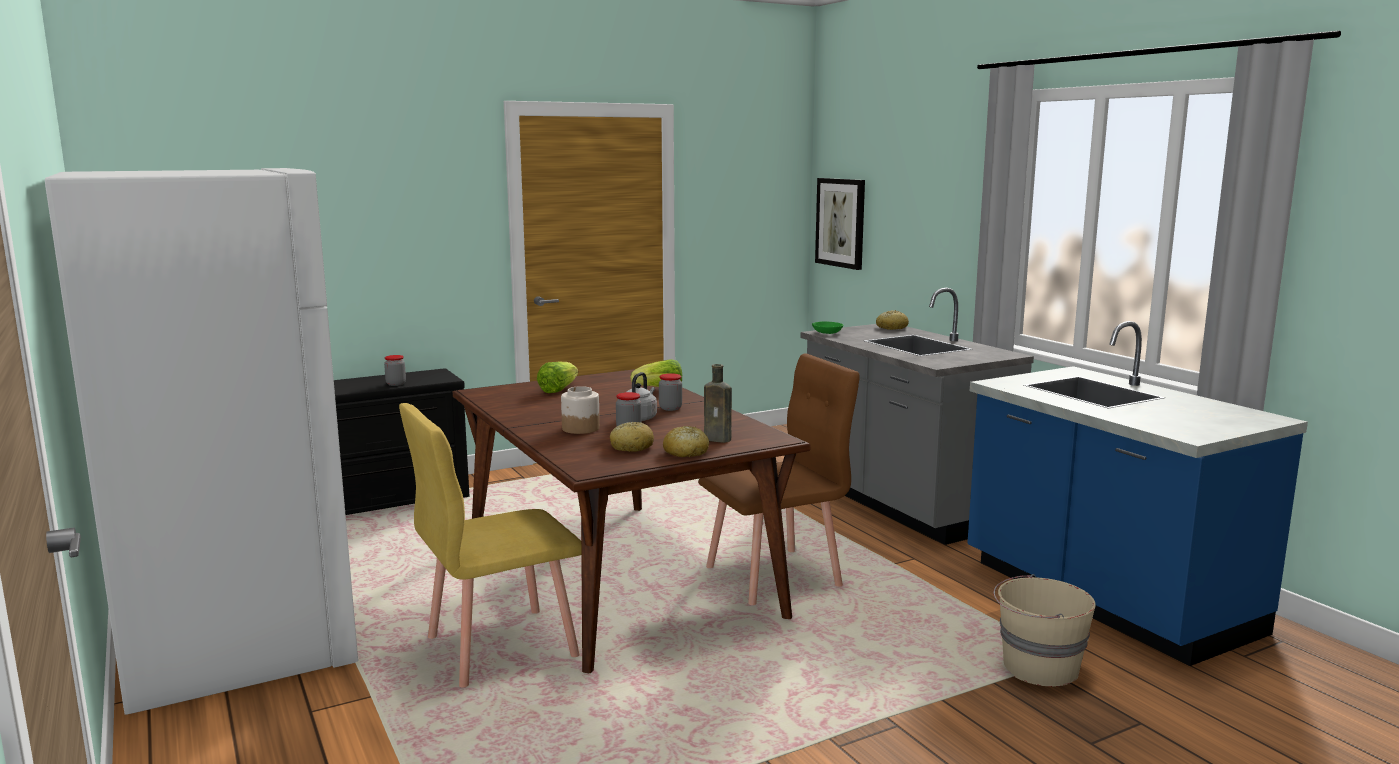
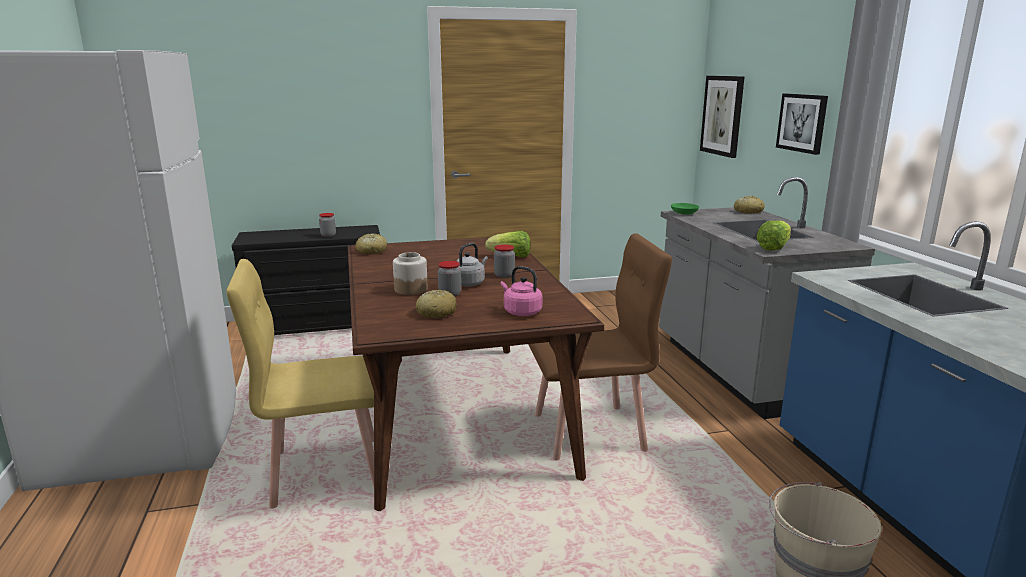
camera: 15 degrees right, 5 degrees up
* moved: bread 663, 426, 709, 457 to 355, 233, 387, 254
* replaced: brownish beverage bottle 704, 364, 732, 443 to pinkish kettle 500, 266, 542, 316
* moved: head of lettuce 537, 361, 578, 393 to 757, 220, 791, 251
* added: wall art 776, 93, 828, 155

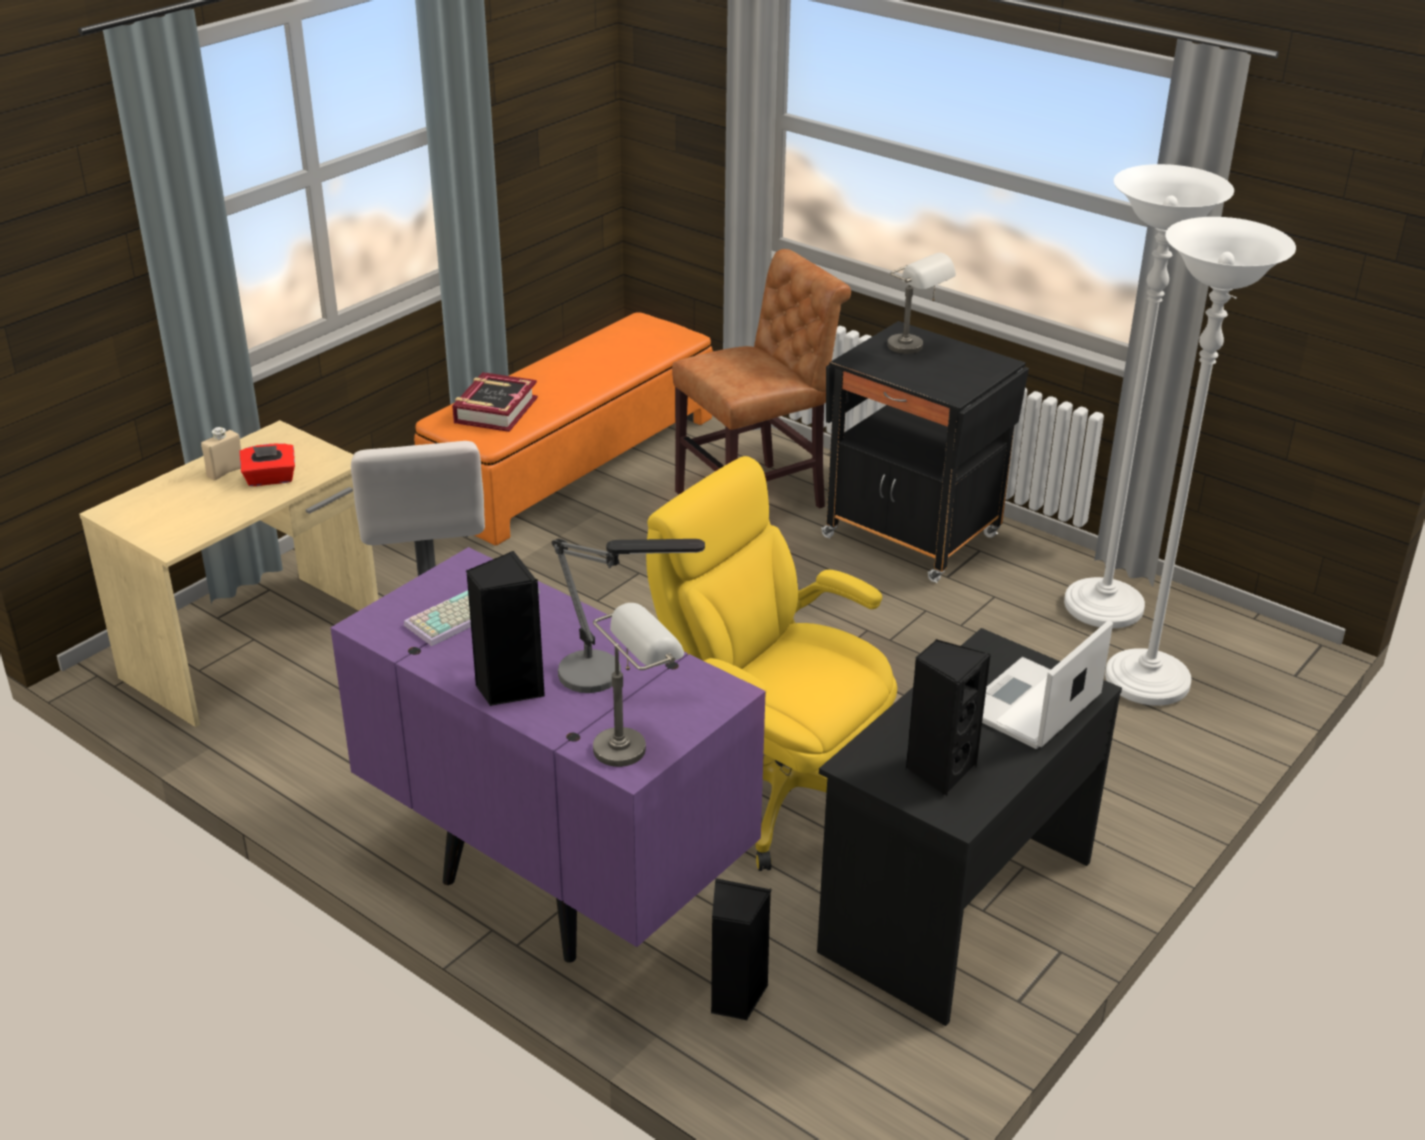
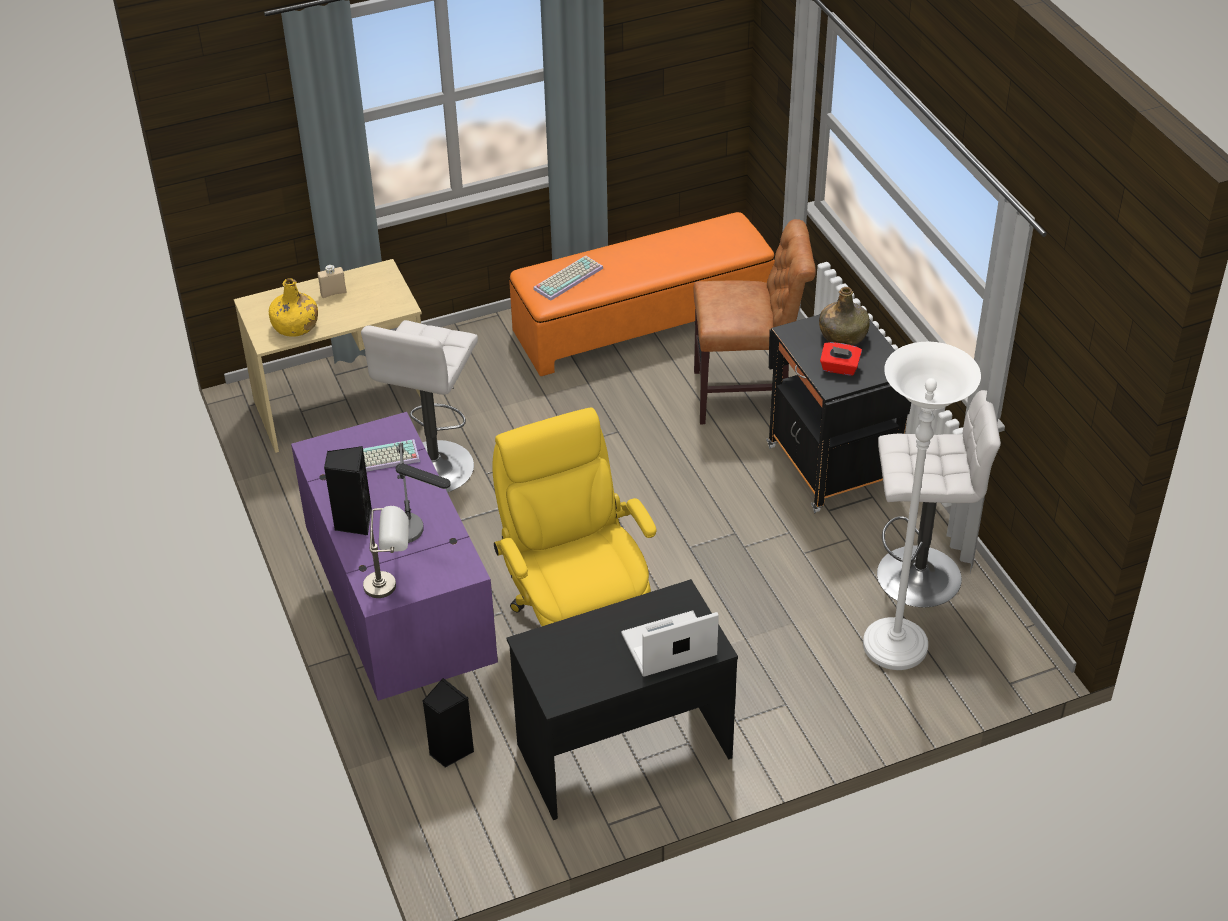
camera: 30 degrees right, 10 degrees up
* added: yellowish beverage bottle 269, 278, 318, 337
* replaced: bound book 452, 372, 538, 432 to keyboard 533, 256, 603, 301
* replaced: grey lamp for a table 887, 253, 956, 354 to green beverage bottle 819, 287, 870, 346
* moved: reddish box of tissues 240, 444, 295, 486 to 820, 342, 862, 376
* replaced: white-coloured floor lamp 1064, 164, 1234, 628 to white-coloured sitting stool 877, 390, 1001, 607
* removed: black loudspeaker 905, 639, 991, 797

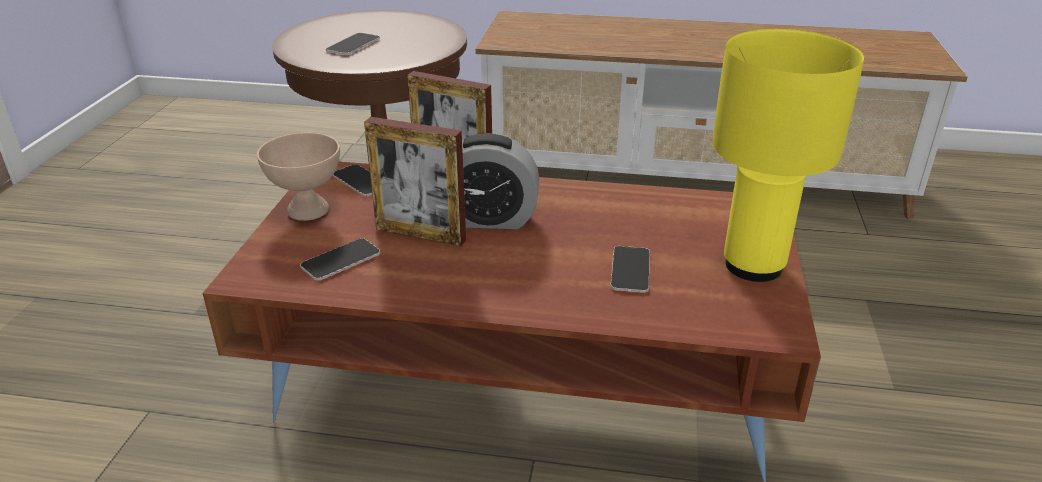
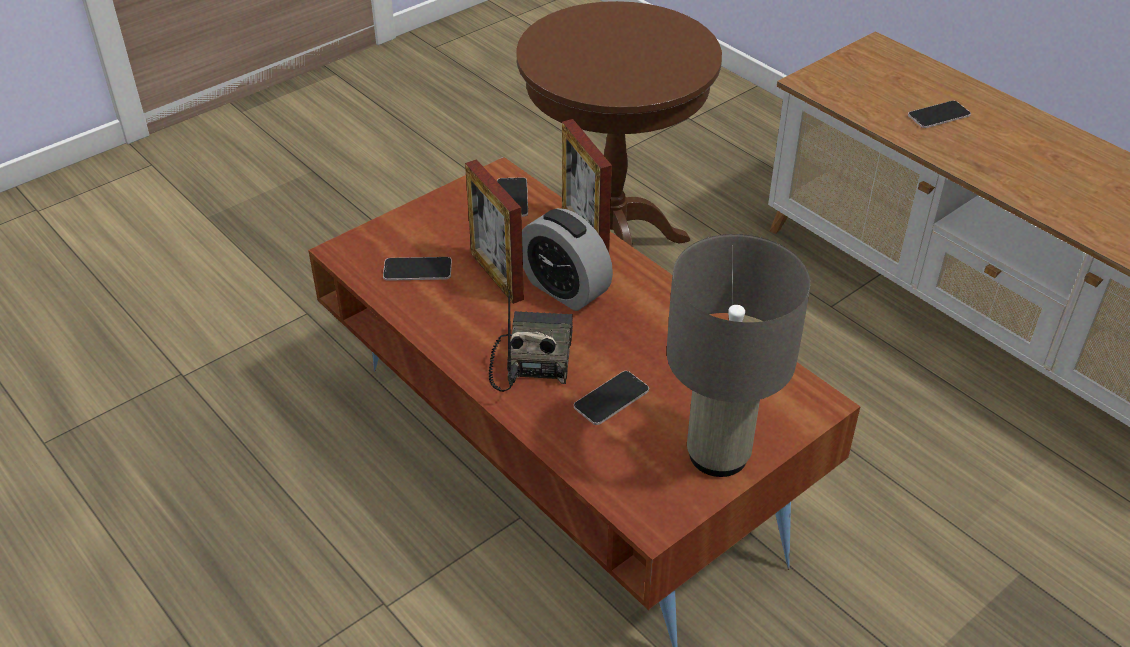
camera: 40 degrees right, 10 degrees up
* added: radio 489, 291, 573, 392
* recoloured: yellowish lamp for a table 713, 29, 864, 282 to grey lamp for a table 667, 234, 810, 477
* moved: phone 326, 33, 380, 55 to 908, 101, 971, 128
* removed: beige-coloured serving bowl 257, 133, 340, 221

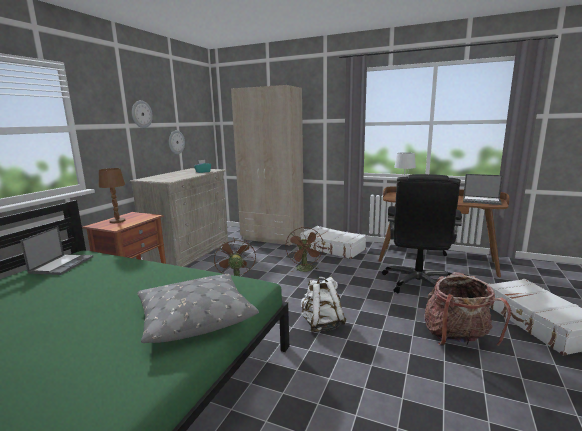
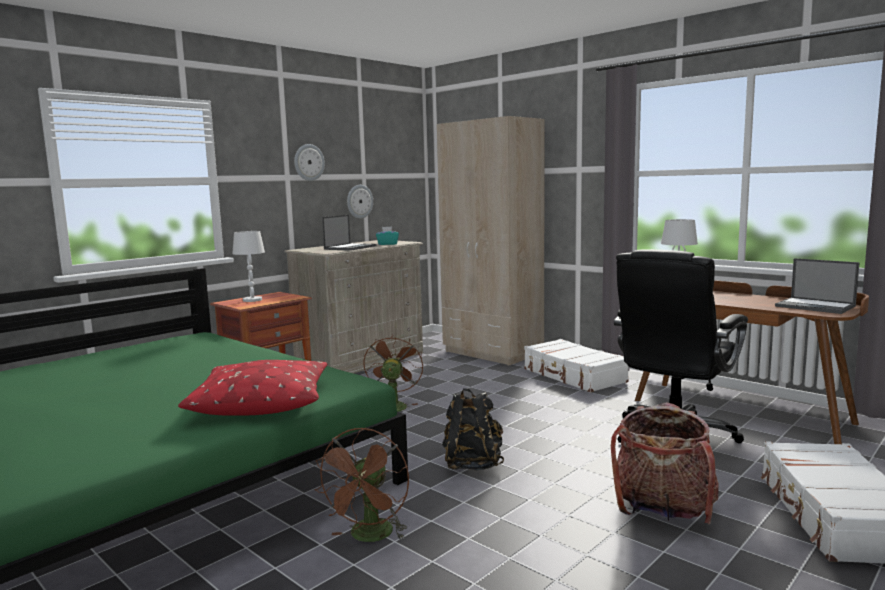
camera: 20 degrees right, 5 degrees down
* recoloured: grey pillow 137, 274, 259, 343 to reddish pillow 178, 360, 327, 416
* recoloured: brownish lamp for a table 99, 168, 125, 223 to white-coloured lamp for a table 233, 231, 265, 302
* moved: brownish fan 285, 227, 324, 272 to 314, 427, 409, 542
* moved: notebook computer 20, 226, 93, 275 to 322, 215, 377, 251
* recoloured: white-coloured backpack 301, 277, 347, 332 to black backpack 442, 388, 504, 470

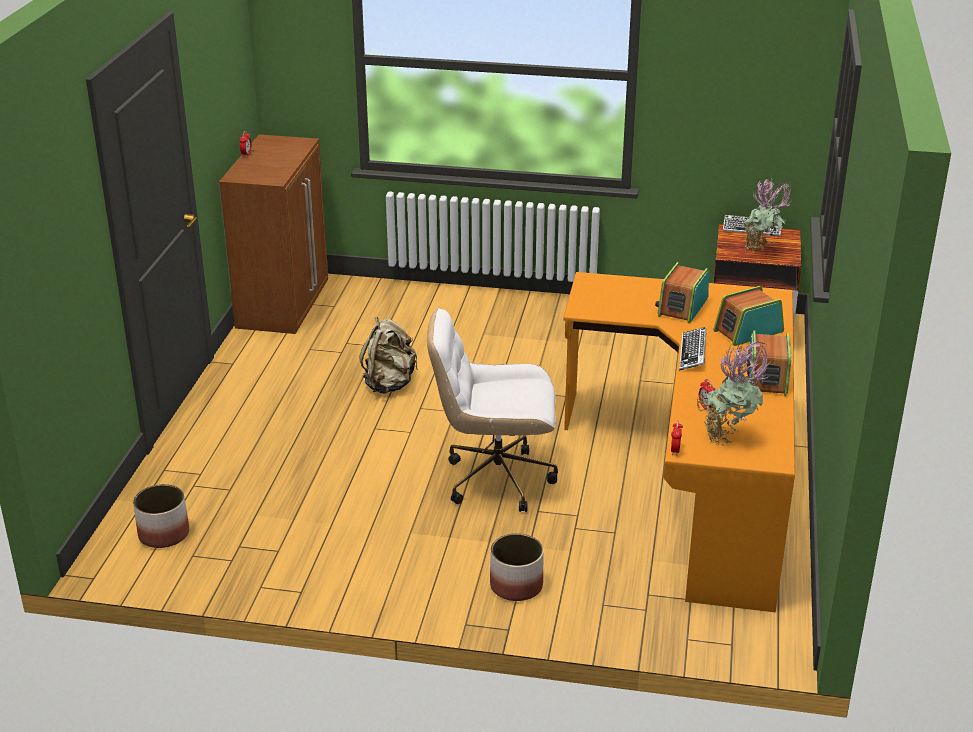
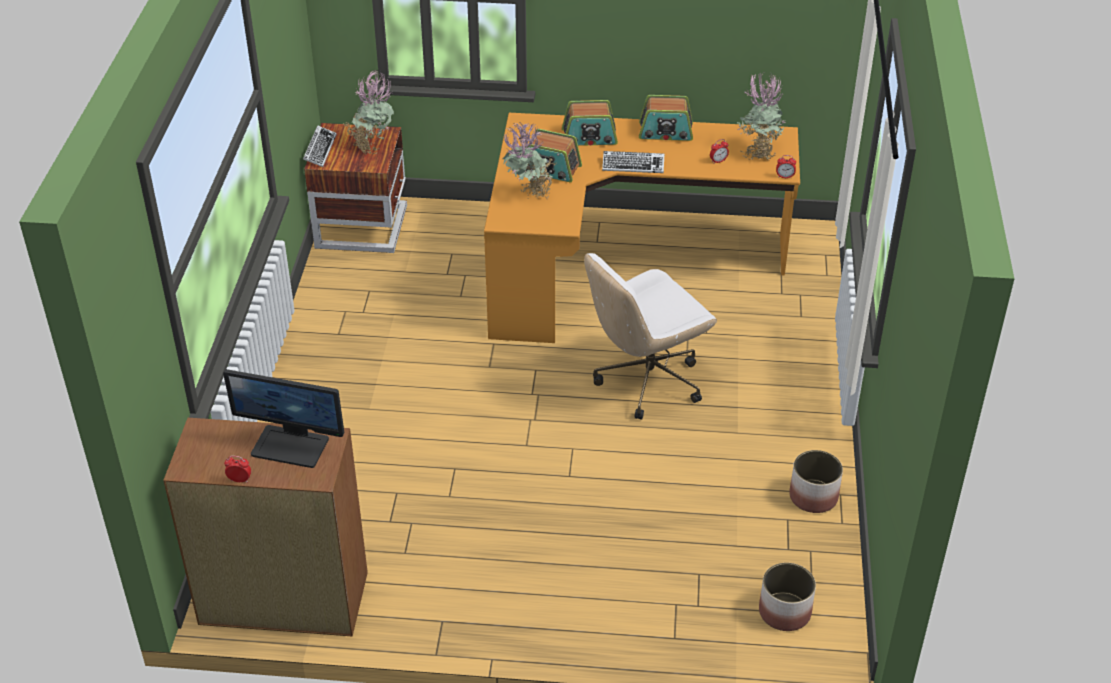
camera: 95 degrees left, 10 degrees up
* added: monitor 223, 369, 344, 468
* added: plant in a pot 503, 123, 557, 198
* turned: radio 714, 286, 784, 346 = 562, 100, 618, 146 60 degrees counterclockwise
* turned: white-coloured desk chair 427, 308, 558, 512 = 584, 253, 717, 420 60 degrees clockwise
* moved: planter 490, 533, 544, 601 to 789, 450, 843, 513
* removed: beige-coloured backpack 359, 317, 418, 394

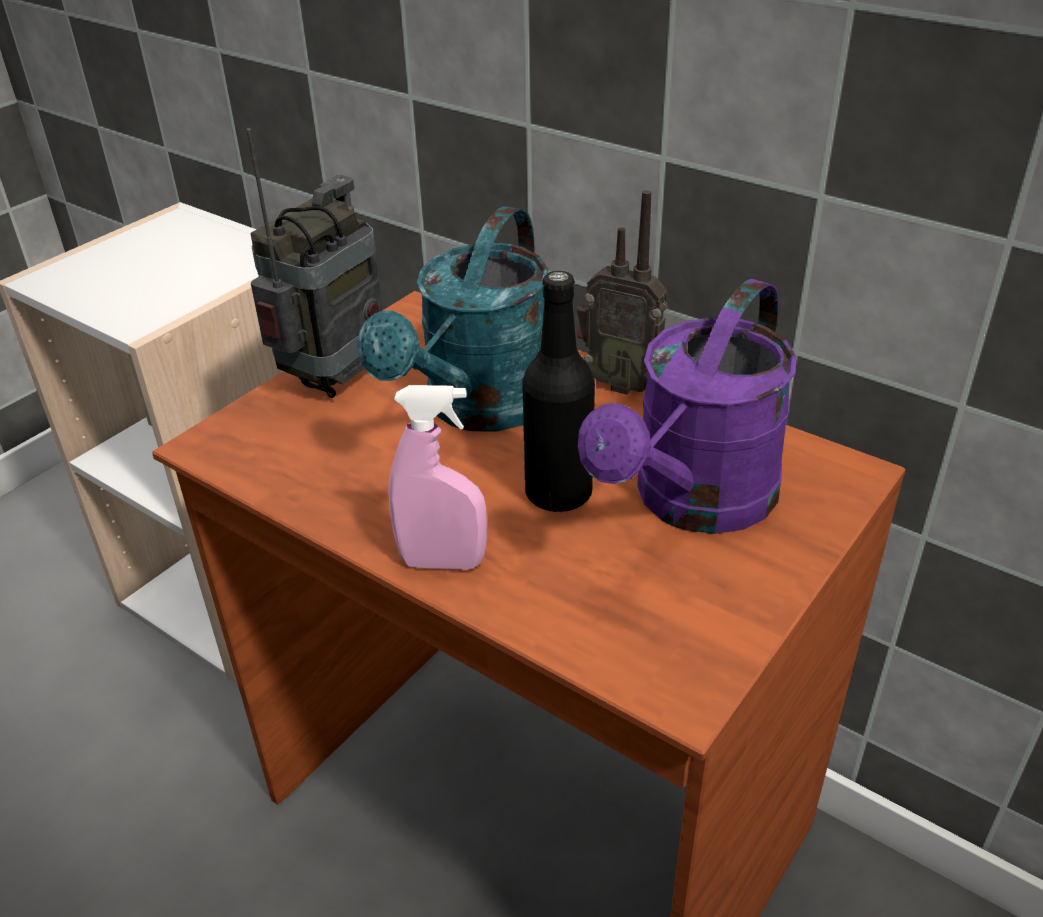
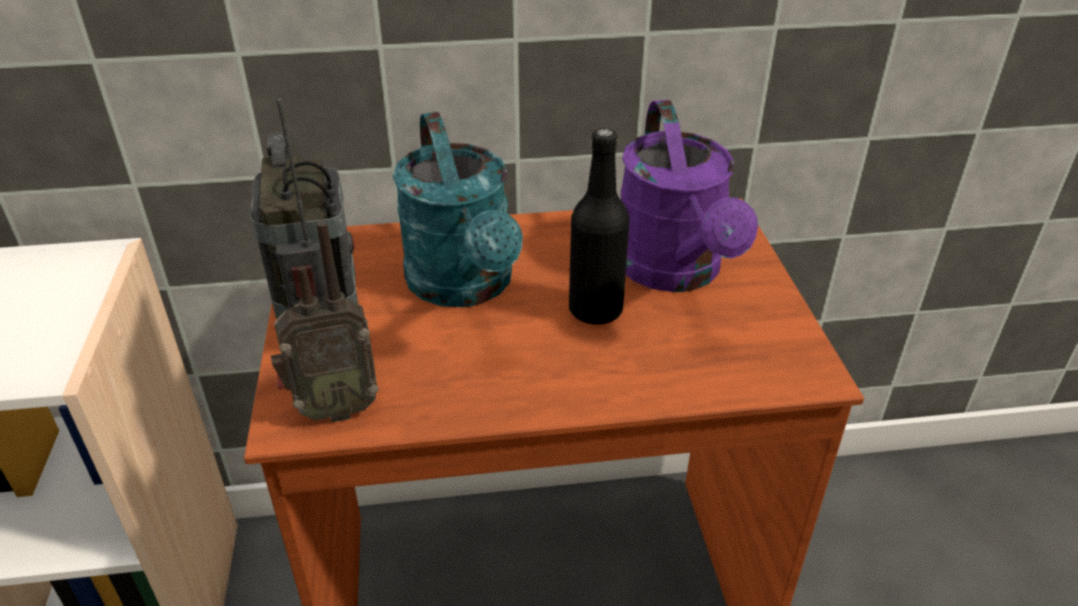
camera: 45 degrees left, 0 degrees up
* moved: radio 577, 190, 668, 395 to 271, 221, 379, 422
* removed: pinkish sprayer 388, 385, 487, 570

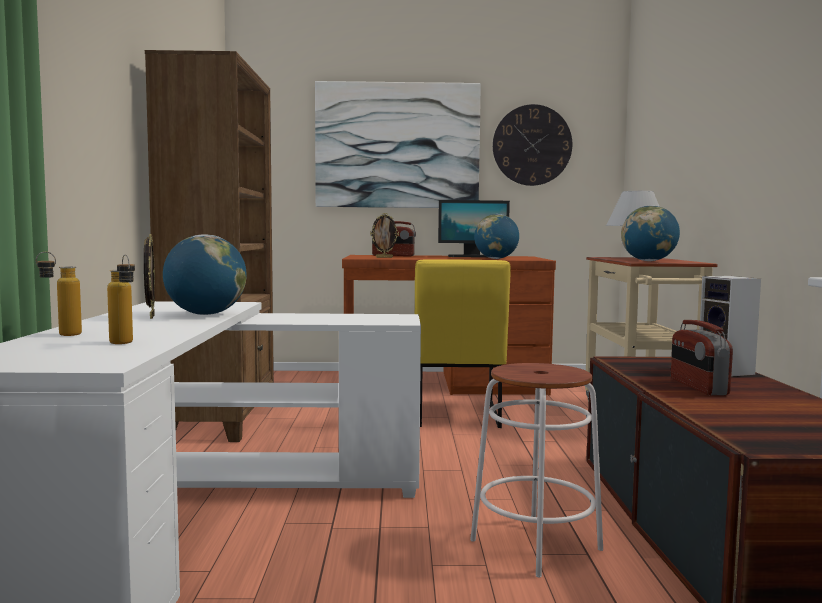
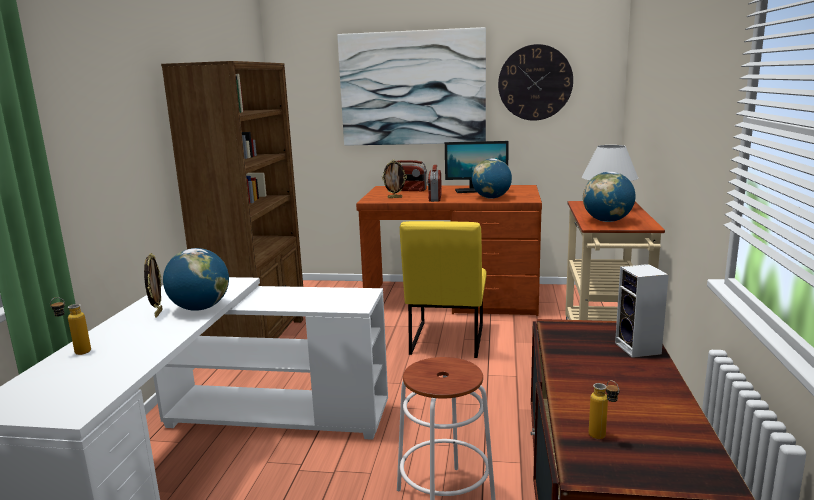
camera: 10 degrees right, 10 degrees up
* moved: radio 671, 320, 733, 395 to 427, 165, 442, 202
* moved: beverage bottle 107, 254, 135, 344 to 589, 380, 620, 439

